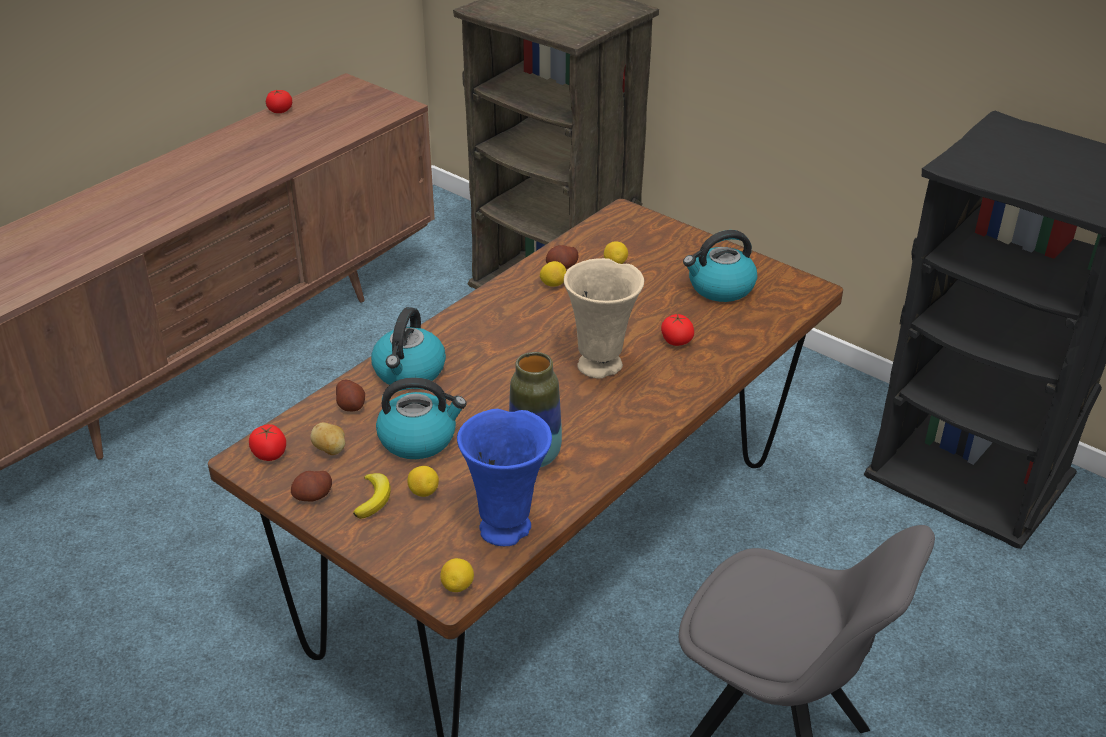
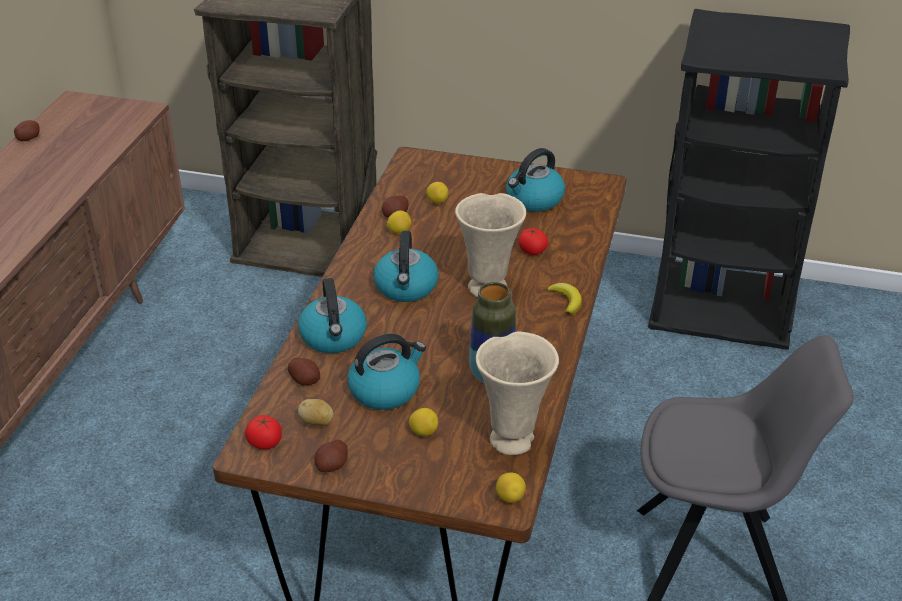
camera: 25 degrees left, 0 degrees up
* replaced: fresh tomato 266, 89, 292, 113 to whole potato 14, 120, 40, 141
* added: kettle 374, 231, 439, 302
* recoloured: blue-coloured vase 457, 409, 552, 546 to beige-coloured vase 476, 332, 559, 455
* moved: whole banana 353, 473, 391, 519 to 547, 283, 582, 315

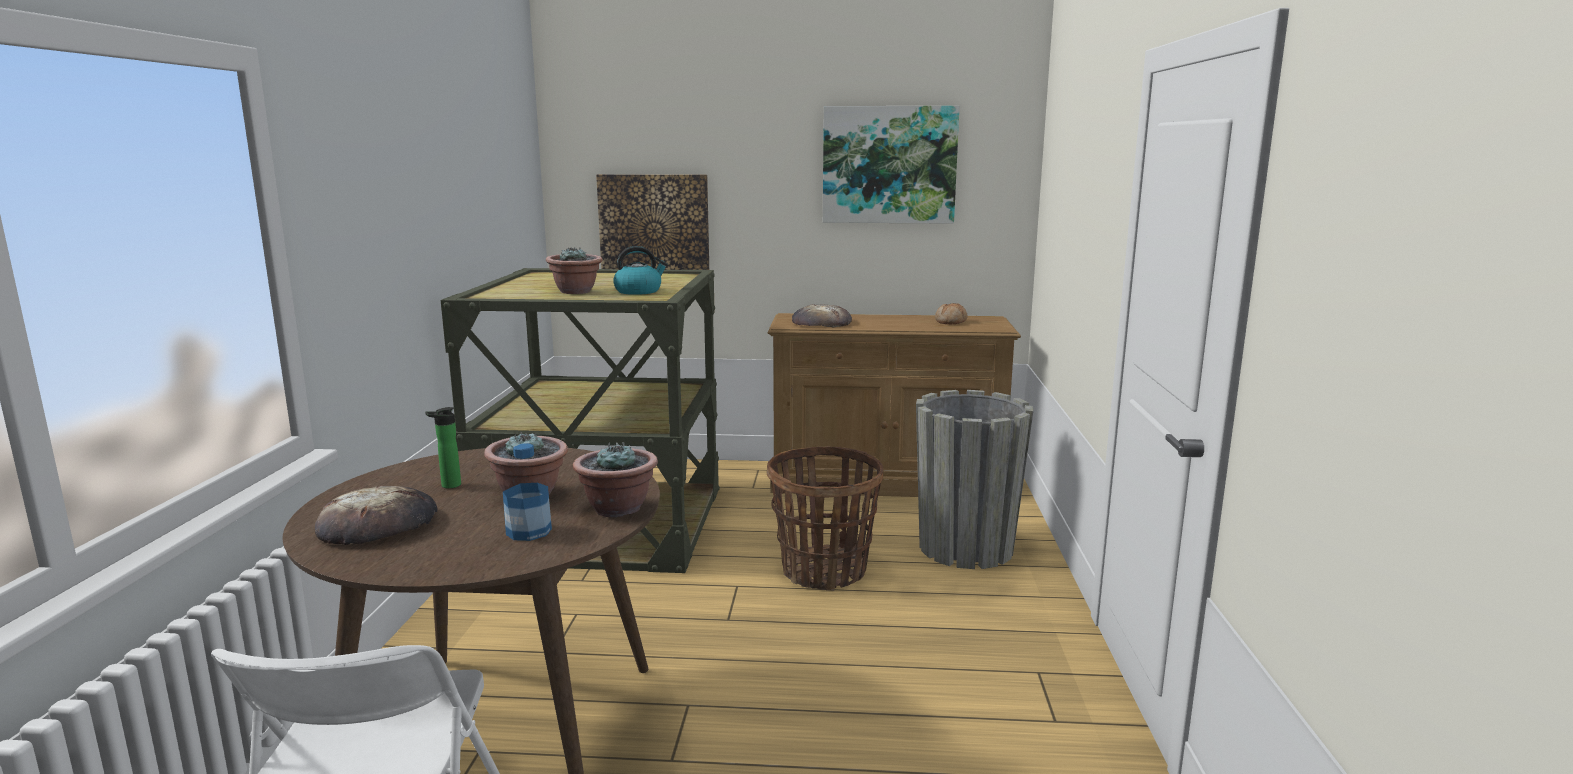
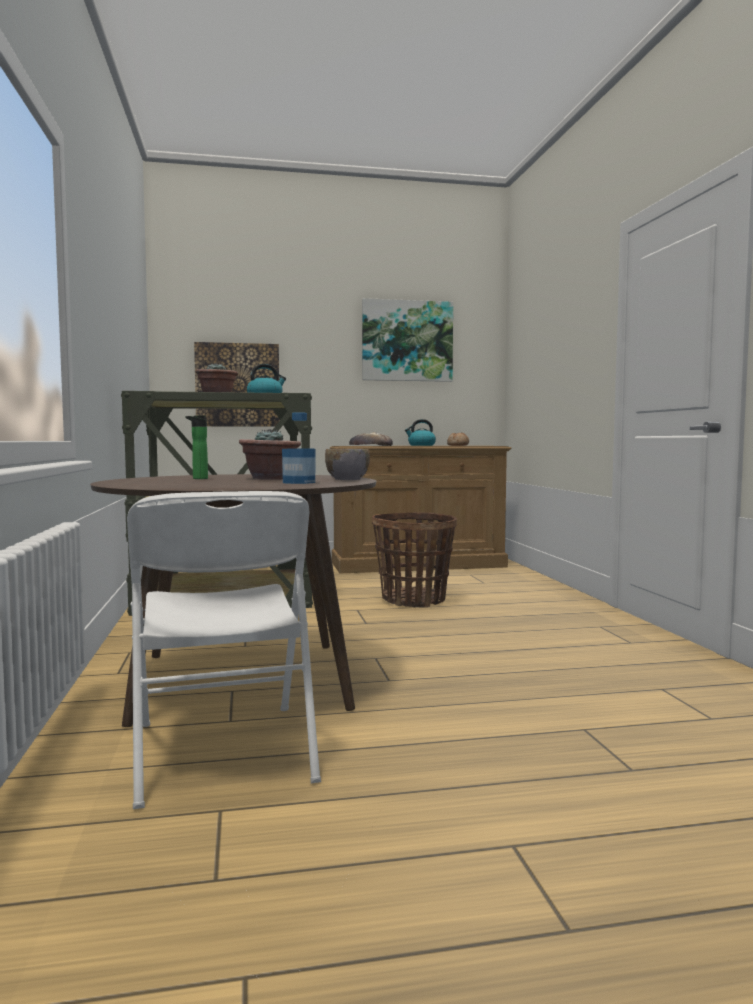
camera: 15 degrees left, 10 degrees down
* replaced: plant in a pot 573, 442, 658, 517 to grey serving bowl 325, 448, 370, 480
* added: kettle 405, 419, 436, 446
* removed: bread 315, 486, 438, 545
* removed: grey planter 916, 390, 1034, 569

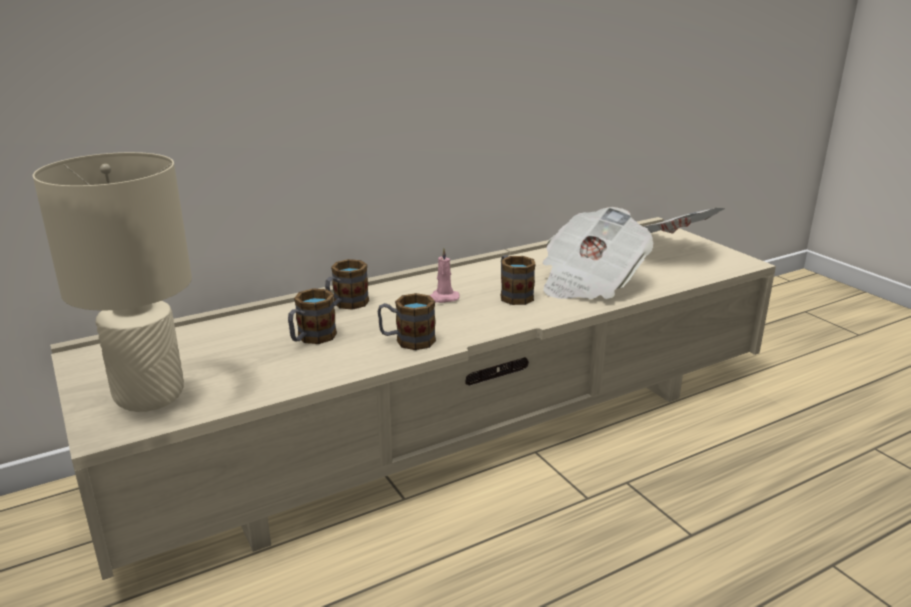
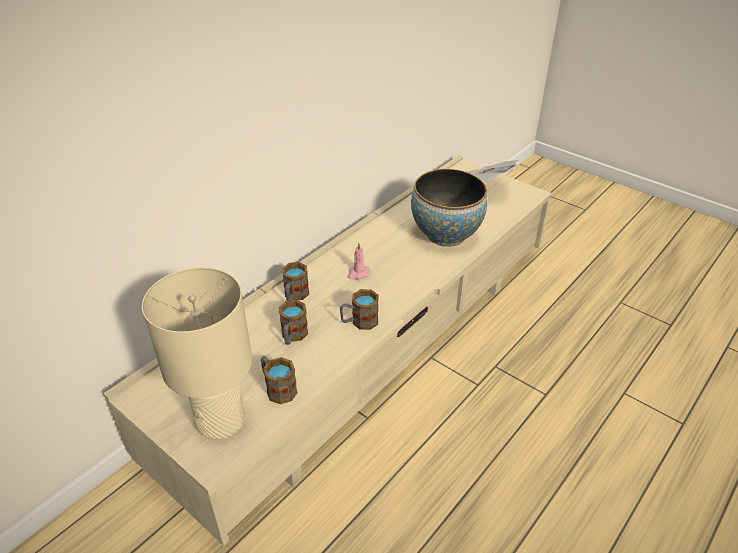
camera: 20 degrees left, 15 degrees up
* moved: tea mug 500, 255, 536, 305 to 261, 356, 298, 404
* replaced: printed paper 542, 207, 654, 299 to serving bowl 411, 169, 487, 247

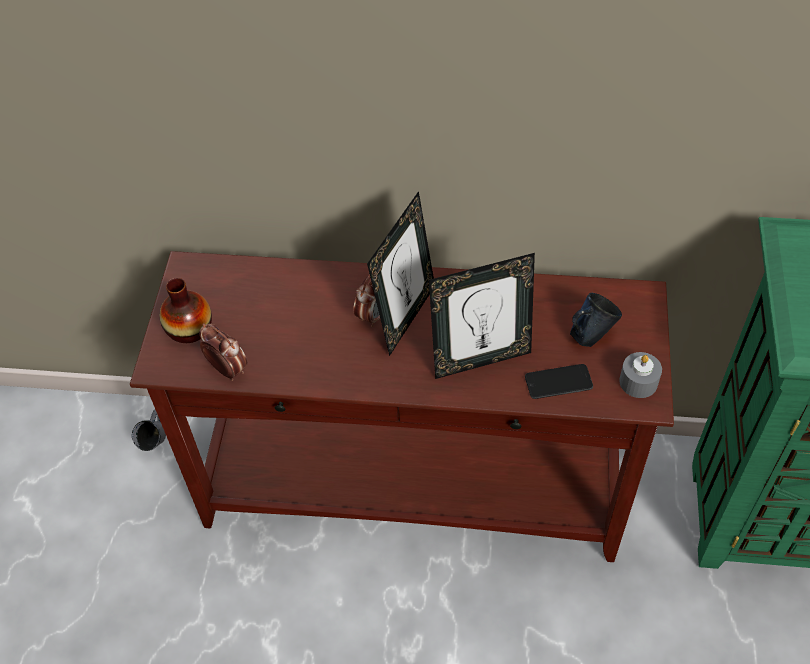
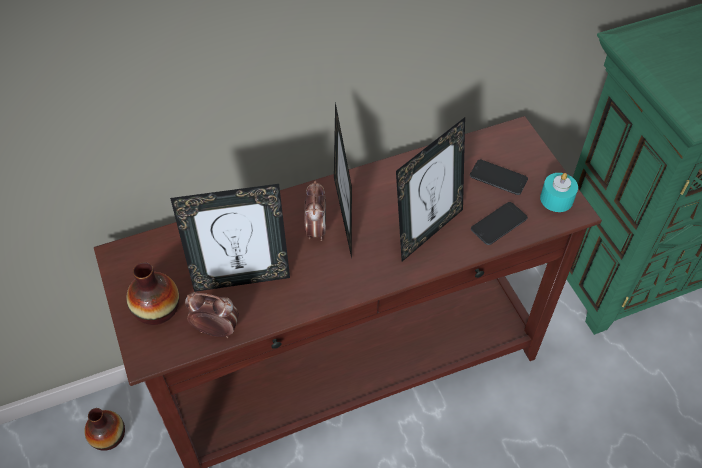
camera: 30 degrees left, 0 degrees up
* replaced: grey tea mug 132, 409, 166, 451 to vase 84, 408, 125, 451
* added: picture frame 170, 184, 290, 292
* replaced: blue-coloured tea mug 570, 293, 622, 347 to phone 470, 160, 528, 195
* recoloured: grey candle 619, 352, 662, 398 to blue-green candle 540, 173, 578, 212

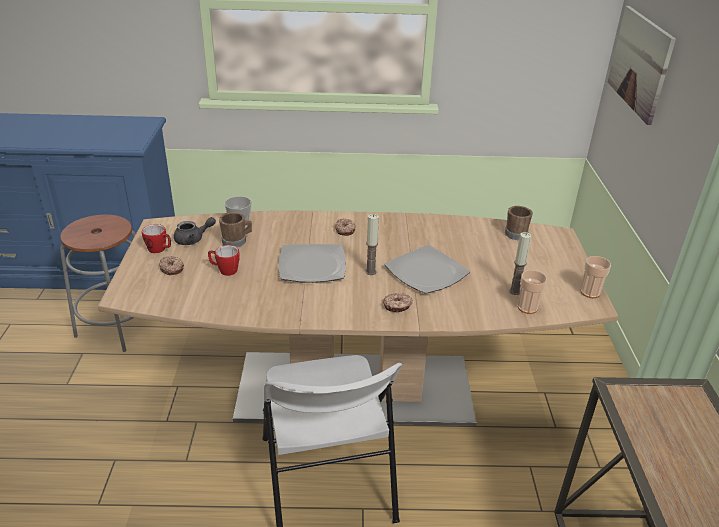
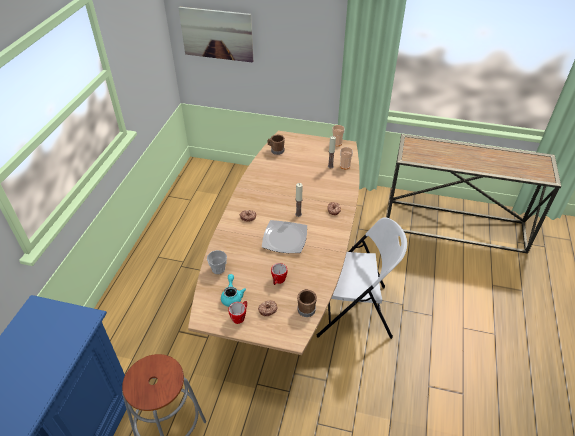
camera: 75 degrees left, 10 degrees up
* recoloured: grey tea pot 174, 217, 216, 245 to blue-green tea pot 221, 274, 246, 307
* moved: brownish tea mug 219, 212, 252, 247 to 297, 289, 317, 317
* removed: plate 384, 245, 470, 294

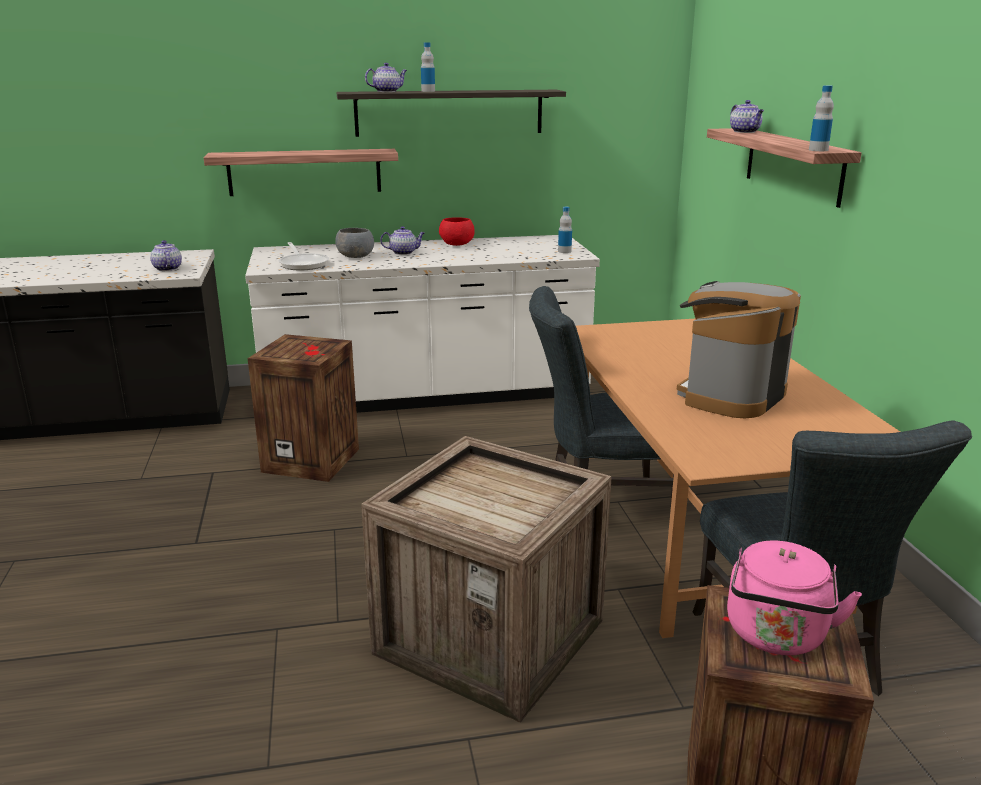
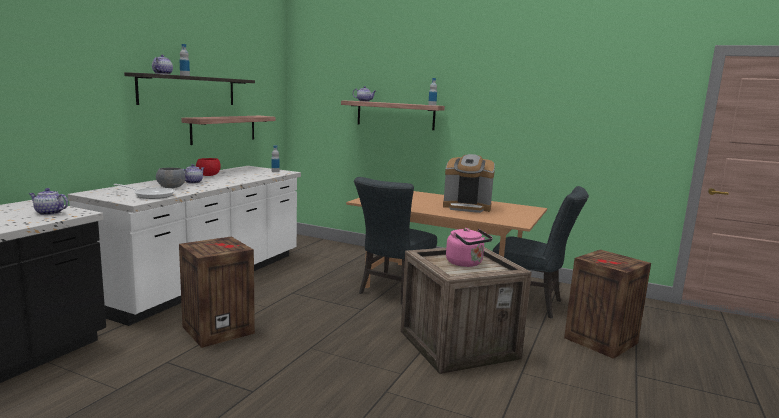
camera: 55 degrees left, 10 degrees down
* moved: shelf 204, 149, 398, 196 to 181, 116, 276, 145
* turned: coffee machine 677, 281, 801, 418 = 443, 154, 495, 213 60 degrees counterclockwise
* moved: pinkish kettle 727, 540, 862, 655 to 446, 228, 493, 267

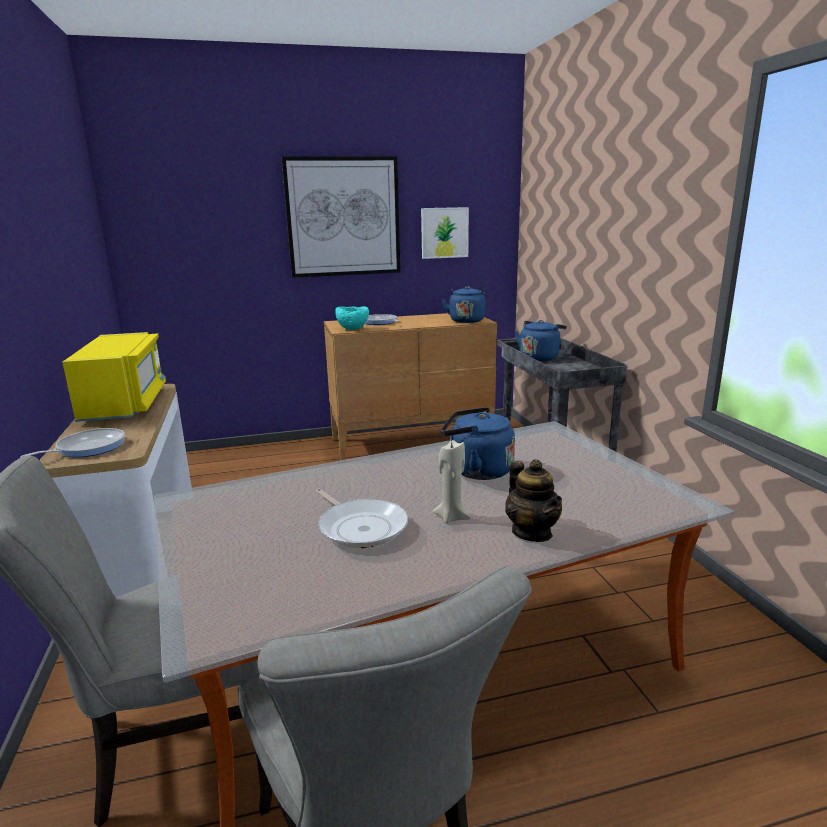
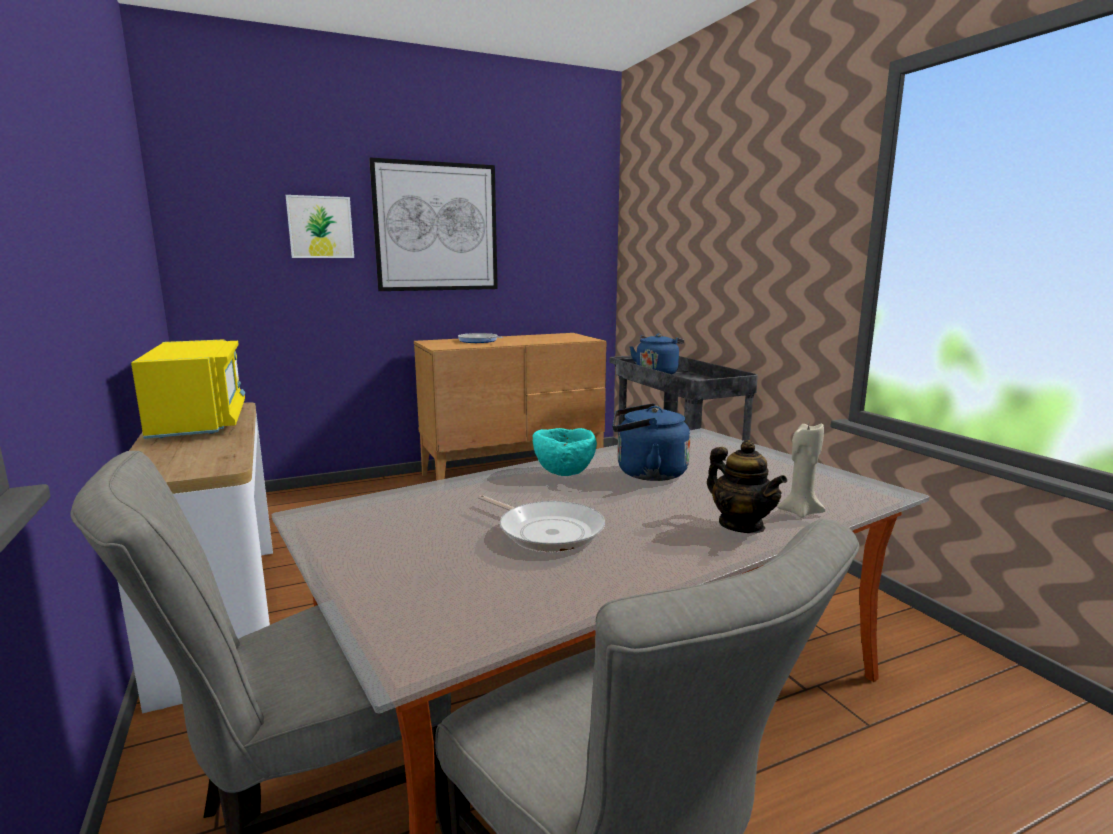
camera: 10 degrees left, 5 degrees down
* moved: wall art 421, 207, 469, 259 to 286, 195, 354, 258
* moved: blue-green serving bowl 335, 306, 369, 330 to 532, 428, 597, 476
* moved: beige-coloured candle 433, 440, 471, 524 to 777, 424, 826, 518
* removed: frying pan 20, 428, 125, 458
* removed: blue-coloured kettle 442, 286, 485, 323

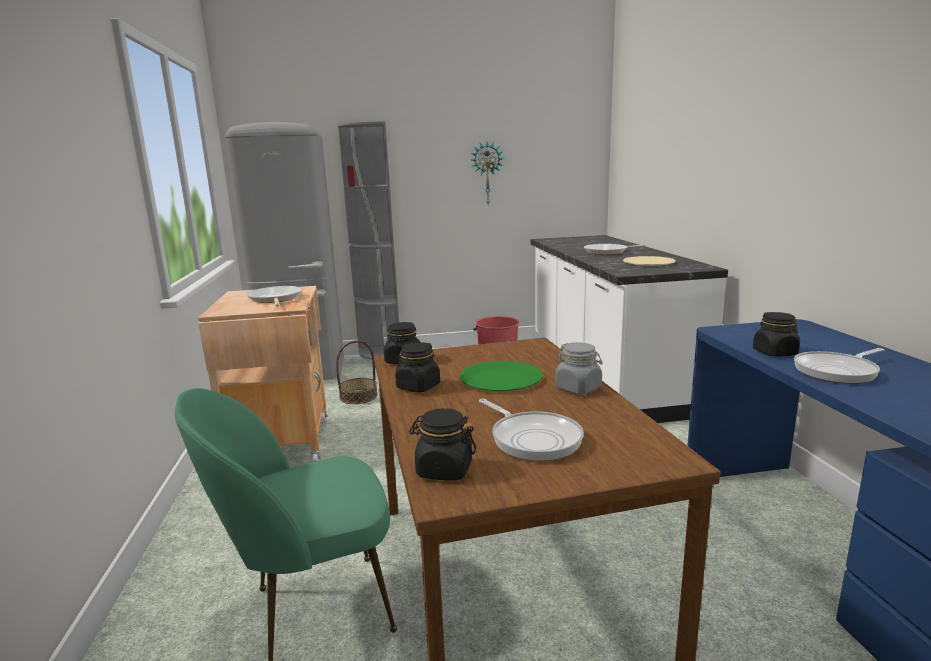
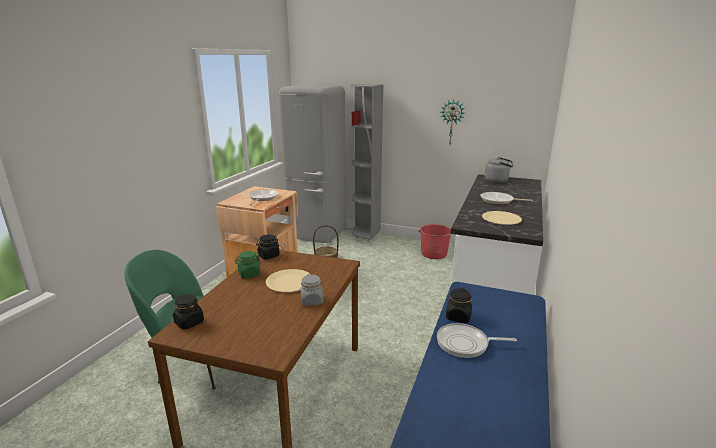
camera: 30 degrees right, 5 degrees up
* recoloured: black jar 395, 342, 440, 392 to green jar 235, 251, 261, 279
* recoloured: green plate 460, 361, 543, 391 to beige-coloured plate 266, 269, 310, 292
* added: grey kettle 485, 157, 513, 183
* removed: frying pan 479, 399, 584, 461

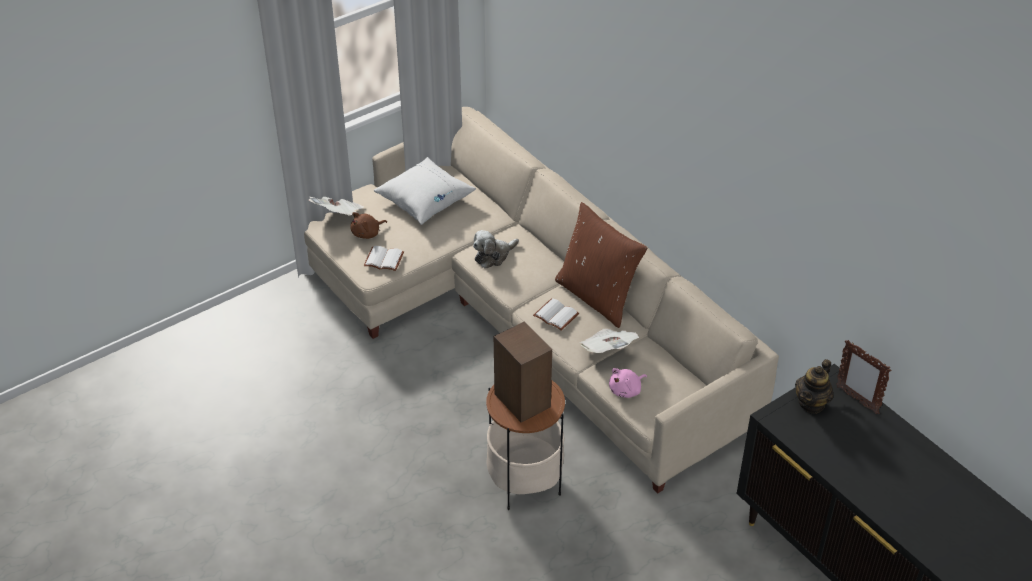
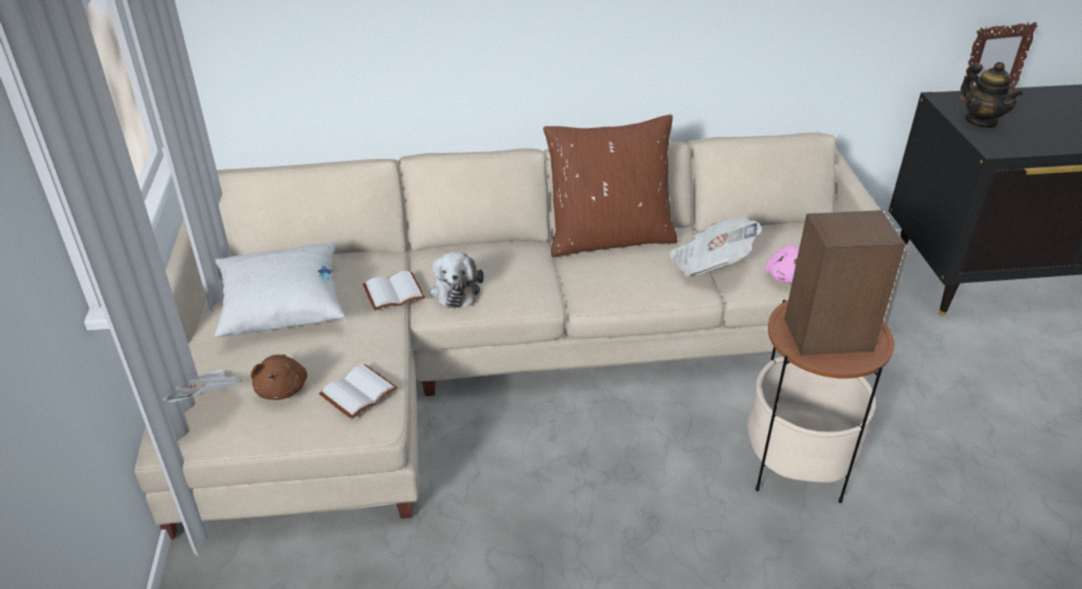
camera: 60 degrees left, 5 degrees down
* moved: white-coloured bound book 533, 299, 579, 330 to 363, 271, 425, 311

